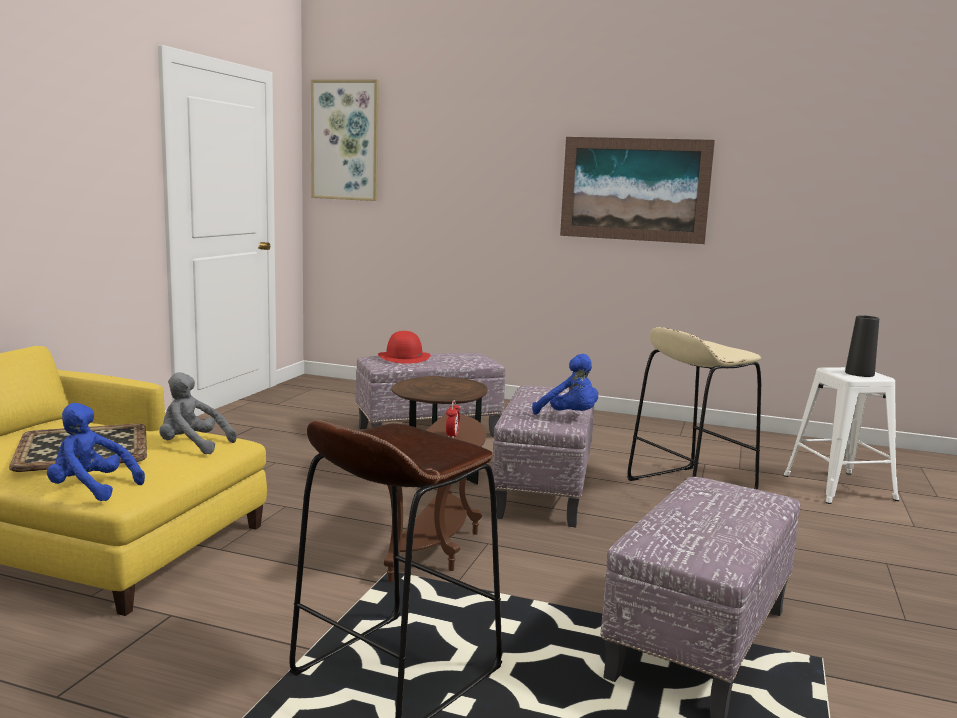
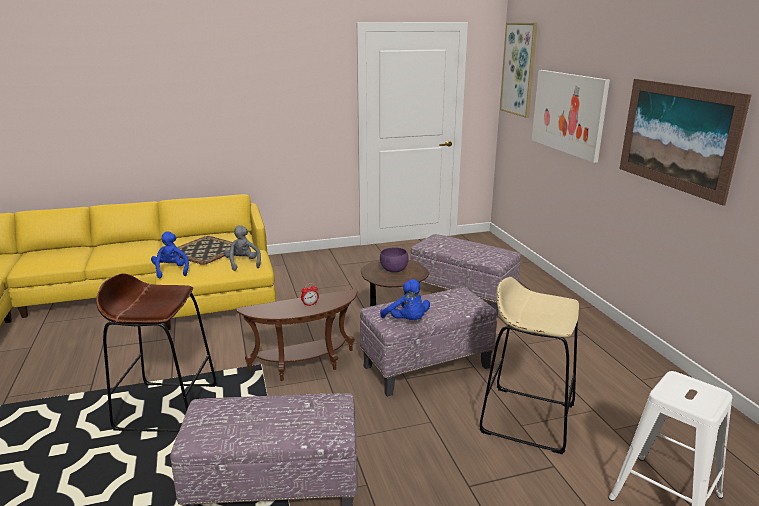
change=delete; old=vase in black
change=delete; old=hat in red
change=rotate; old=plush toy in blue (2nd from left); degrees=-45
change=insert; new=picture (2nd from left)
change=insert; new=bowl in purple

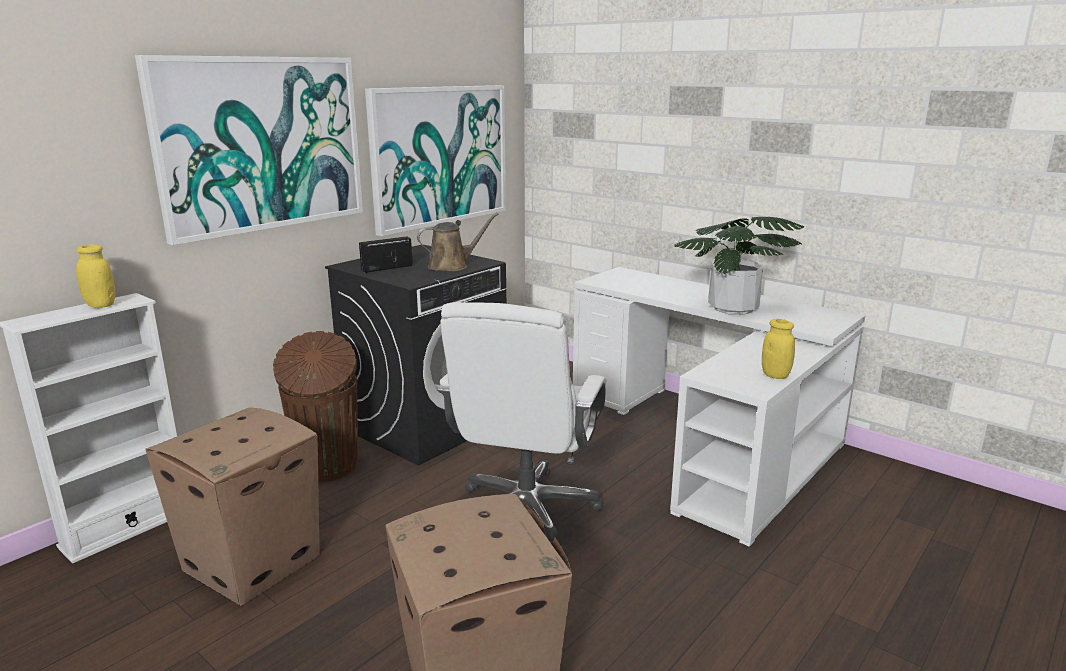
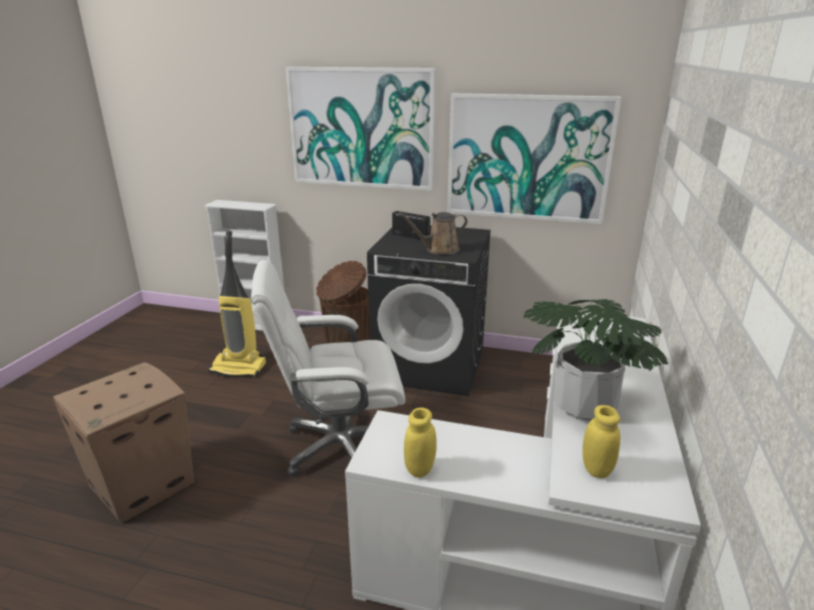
change=rotate; old=watering can in brown; degrees=120
change=move; old=jar in yellow (1st from left in the first image); new=jar in yellow (2nd from left)
change=replace; old=cardboard box (1st from left); new=vacuum cleaner

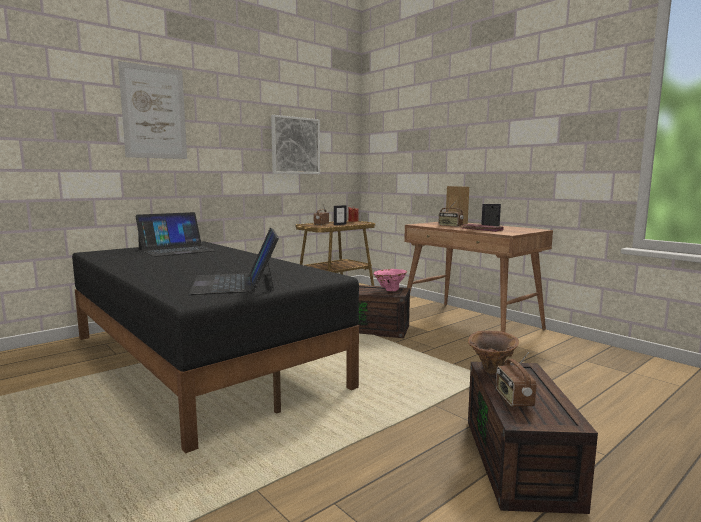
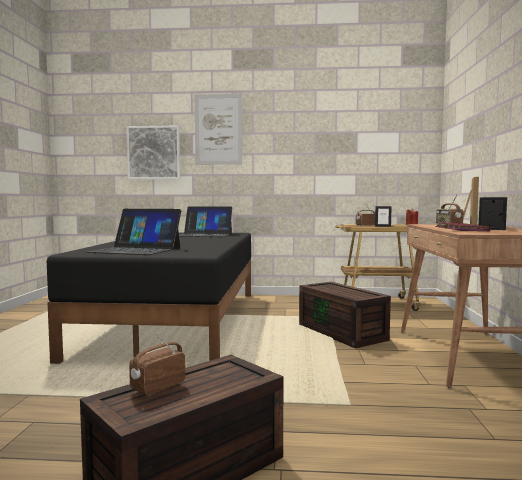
change=move; old=picture (2nd from left in the first image); new=picture (1st from left)
change=rotate; old=laptop (2nd from left in the first image); degrees=-105
change=delete; old=vase in pink
change=delete; old=vase in brown

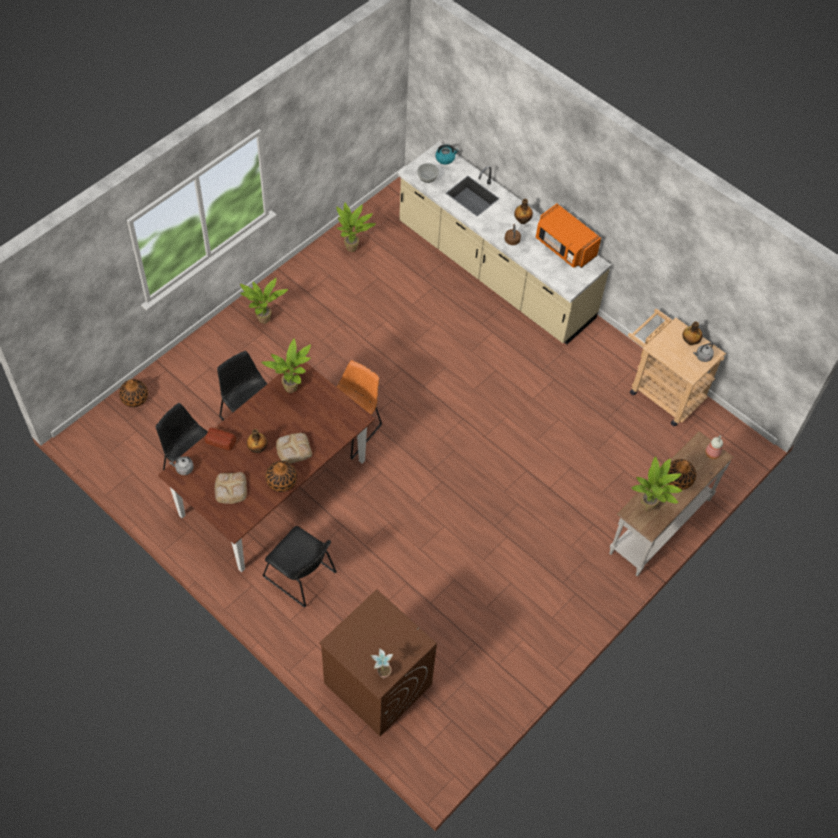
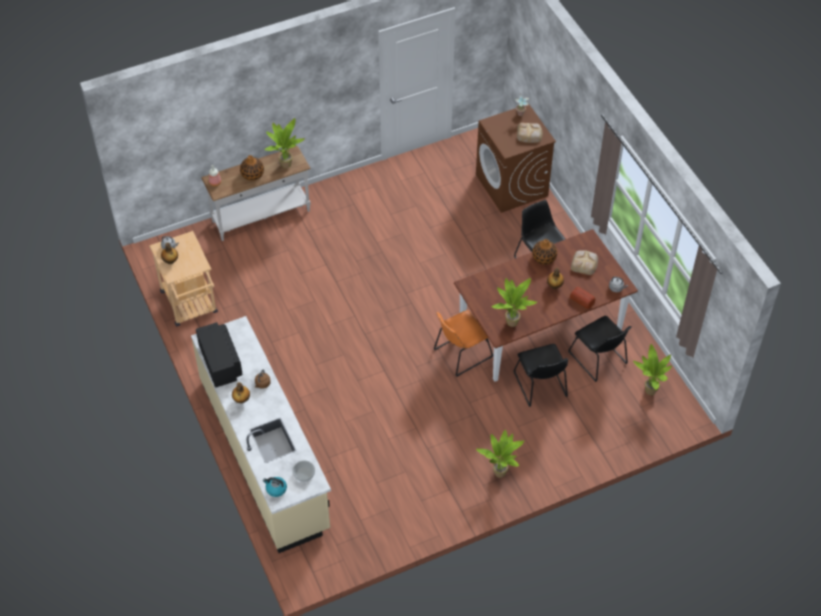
change=move; old=potted plant (3rd from left in the first image); new=potted plant (5th from left)
change=recolor; old=microwave in orange; new=microwave in black
change=delete; old=vase (1st from left)
change=move; old=bread (3rd from left in the first image); new=bread (1st from left)

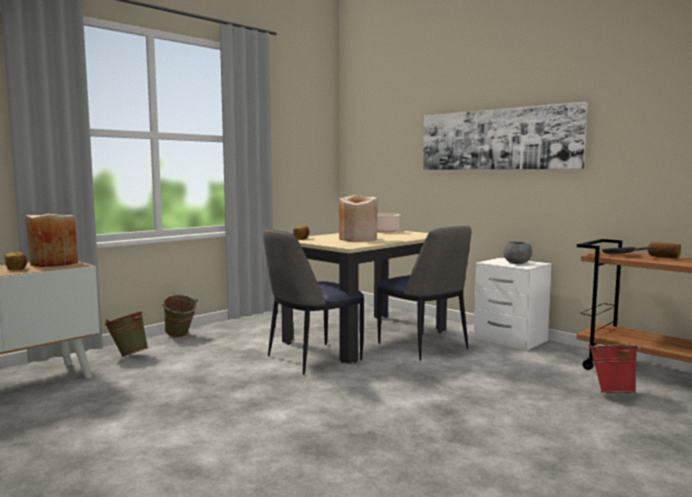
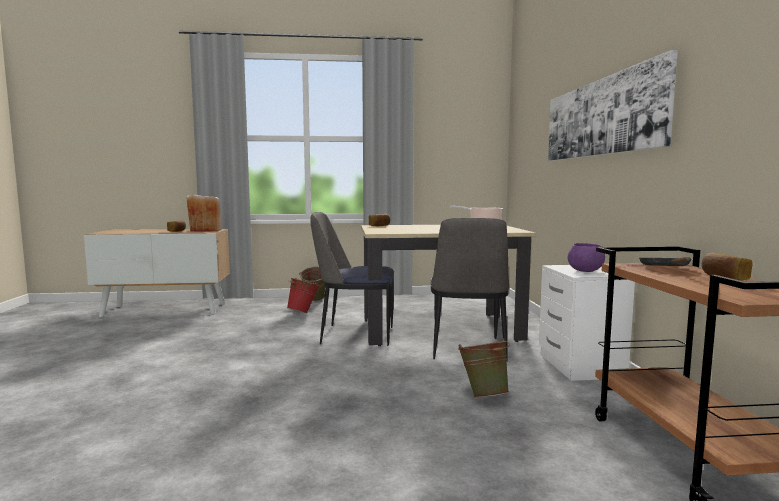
change=delete; old=vase in beige (2nd from left)
change=recolor; old=bowl in grey; new=bowl in purple
change=move; old=bucket in green (1st from left in the first image); new=bucket in green (2nd from left)
change=move; old=bucket in red

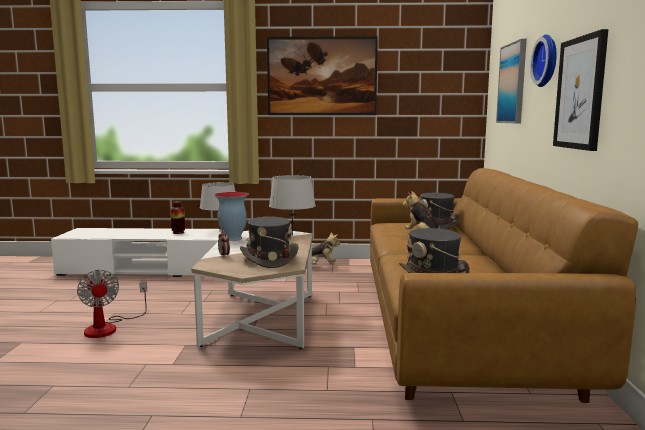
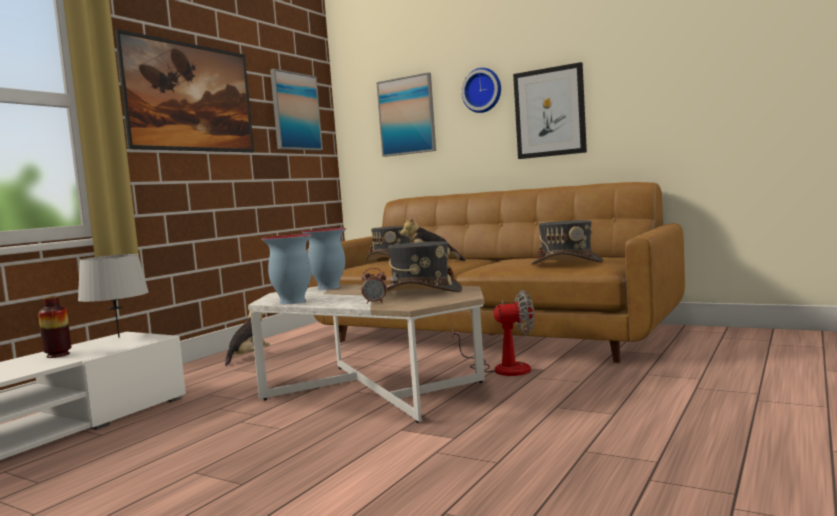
change=replace; old=table lamp in grey (2nd from left); new=vase (3rd from left)
change=move; old=fan
change=insert; new=picture (2nd from left)

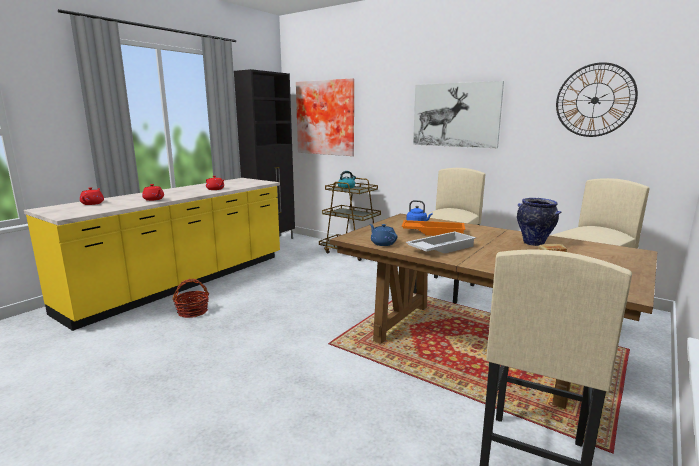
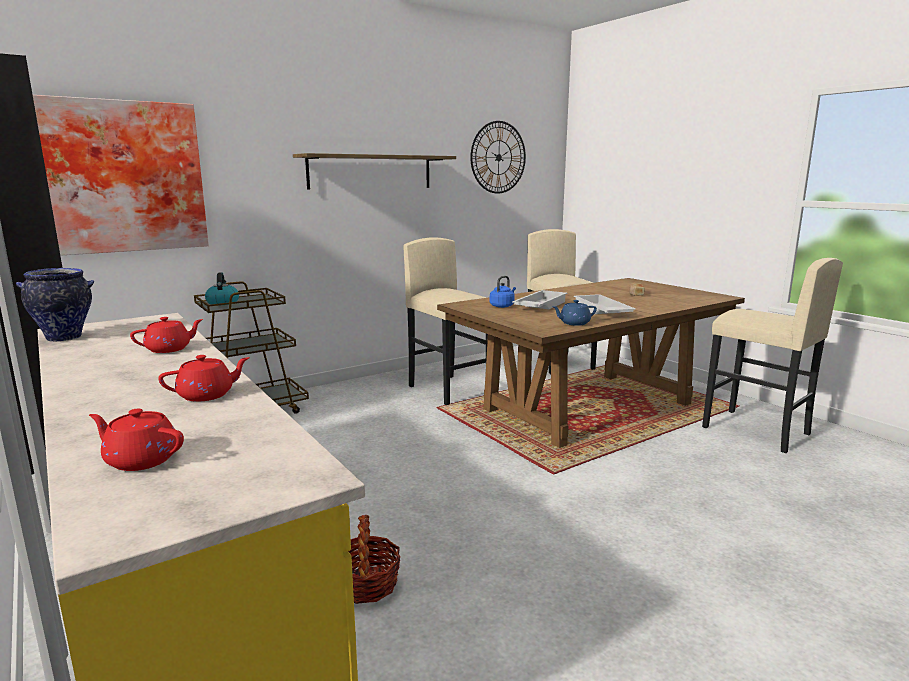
change=replace; old=picture (2nd from left); new=shelf
change=move; old=vase
change=recolor; old=tray in orange; new=tray in white (1st from left)

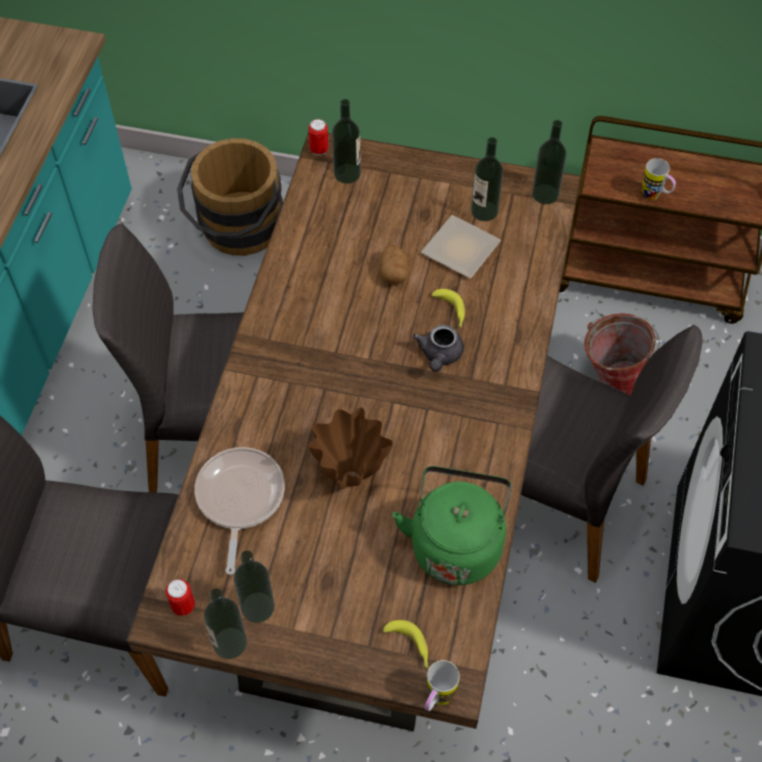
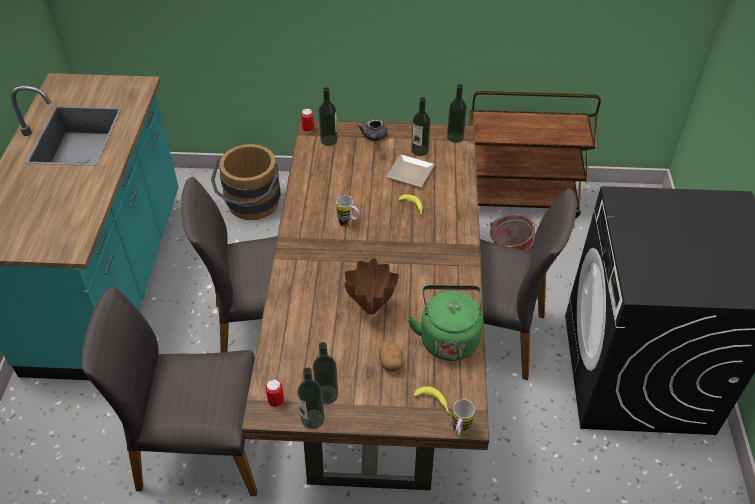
change=move; old=mug (2nd from left in the first image); new=mug (1st from left)
change=move; old=potato
change=move; old=teapot in grey
change=delete; old=frying pan

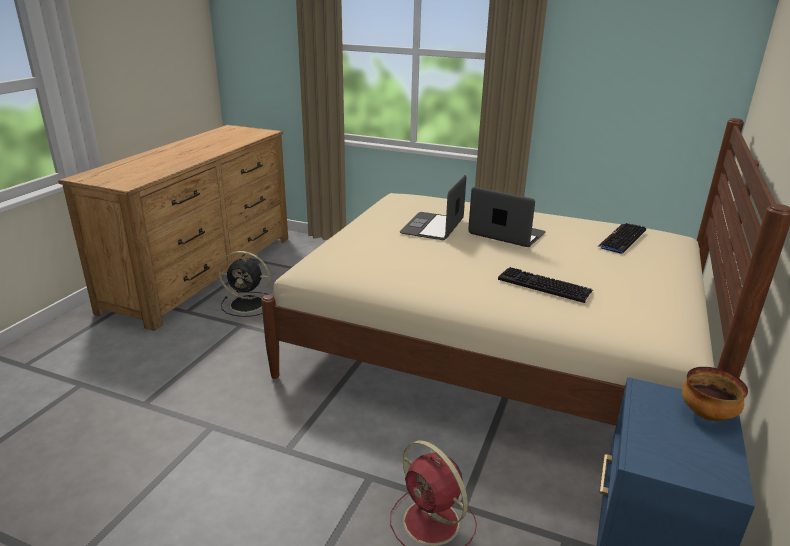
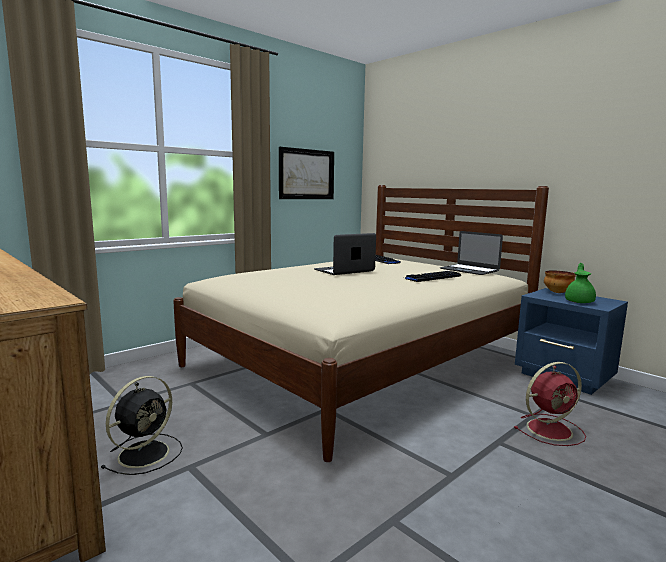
change=move; old=laptop (1st from left in the first image); new=laptop (2nd from left)
change=insert; new=picture
change=insert; new=teapot in green

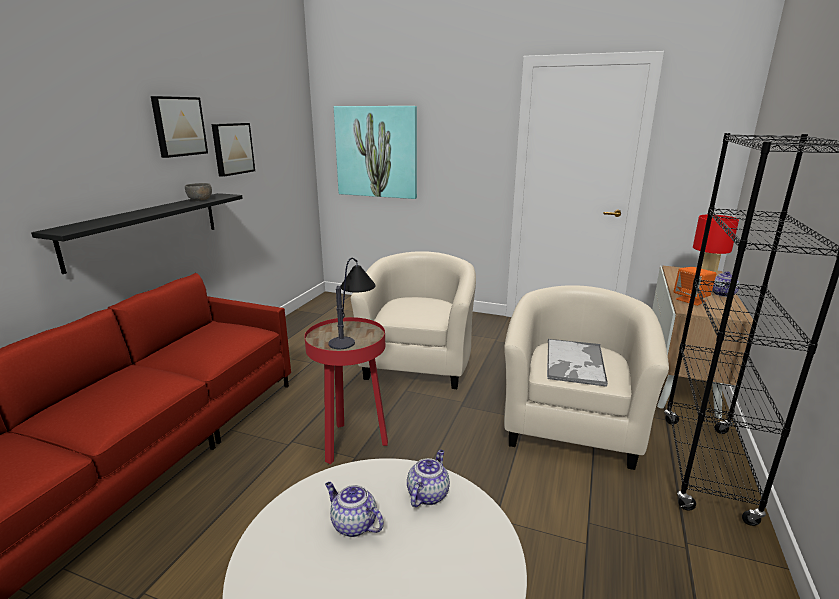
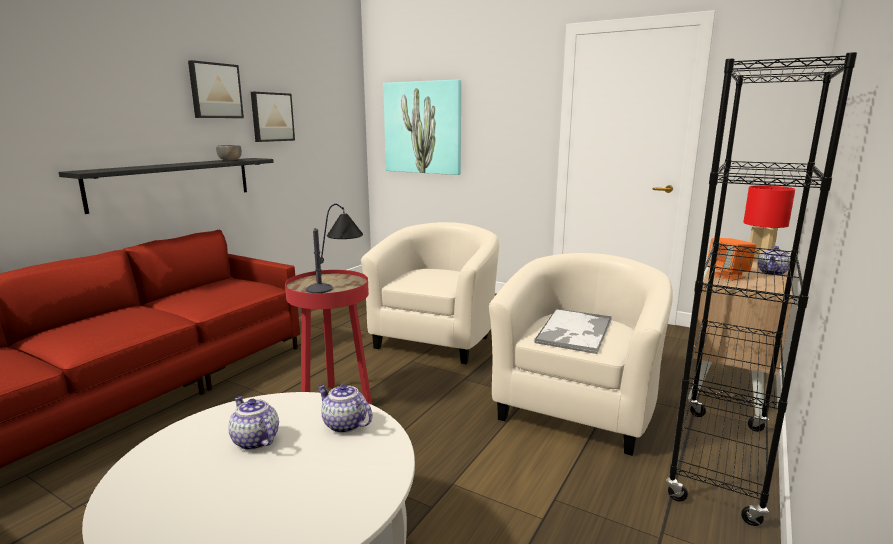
change=rotate; old=teapot (2nd from left); degrees=-90

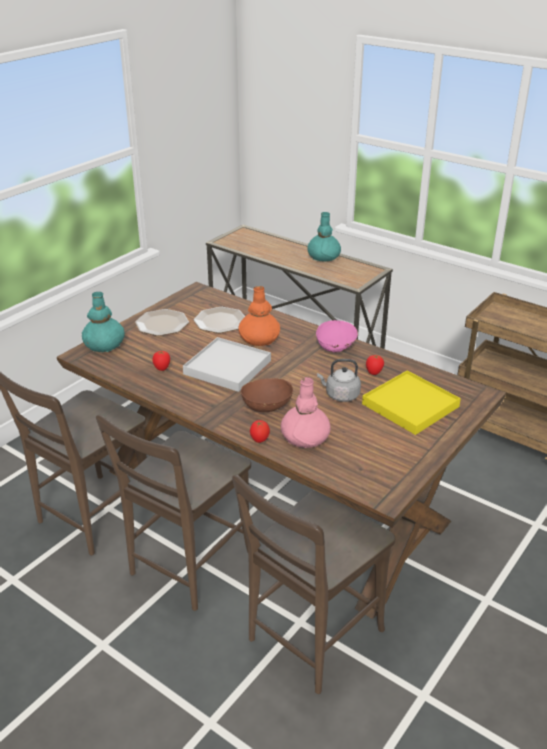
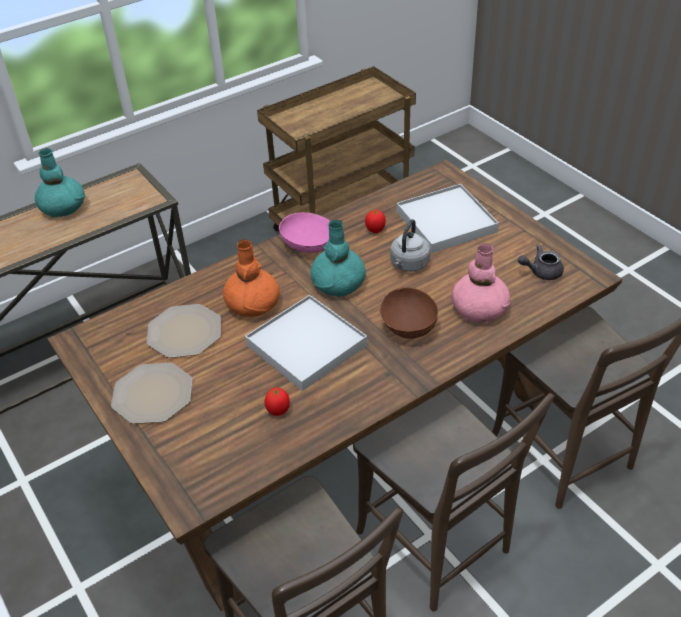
change=move; old=vase in turquoise (1st from left in the first image); new=vase in turquoise (2nd from left)
change=recolor; old=tray in yellow; new=tray in white (2nd from left)
change=delete; old=tomato (2nd from left)
change=insert; new=teapot in grey

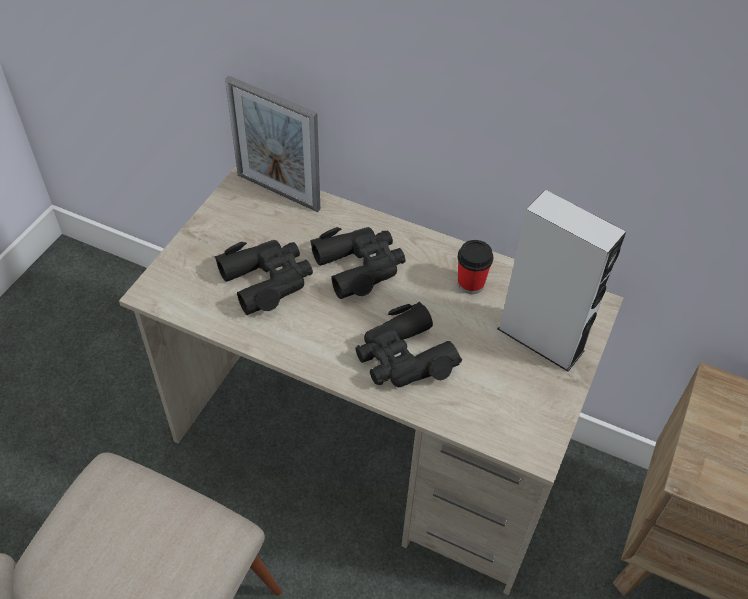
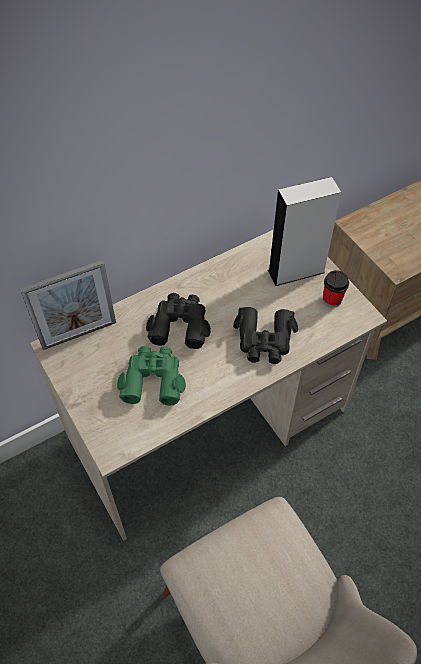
change=recolor; old=binoculars in black (1st from left); new=binoculars in green
change=move; old=cup

